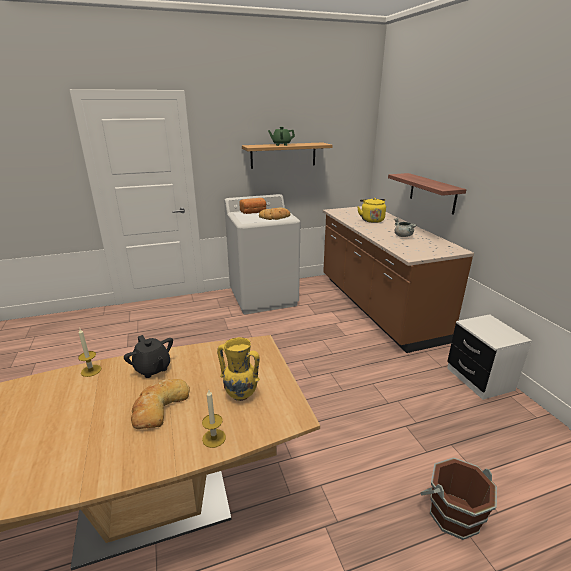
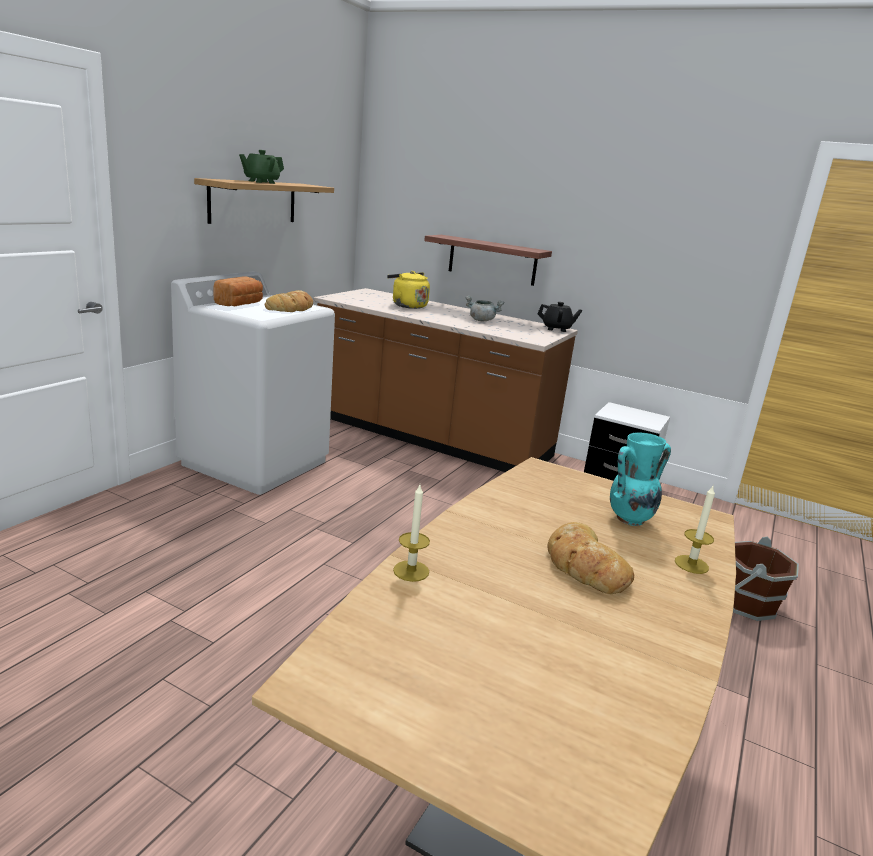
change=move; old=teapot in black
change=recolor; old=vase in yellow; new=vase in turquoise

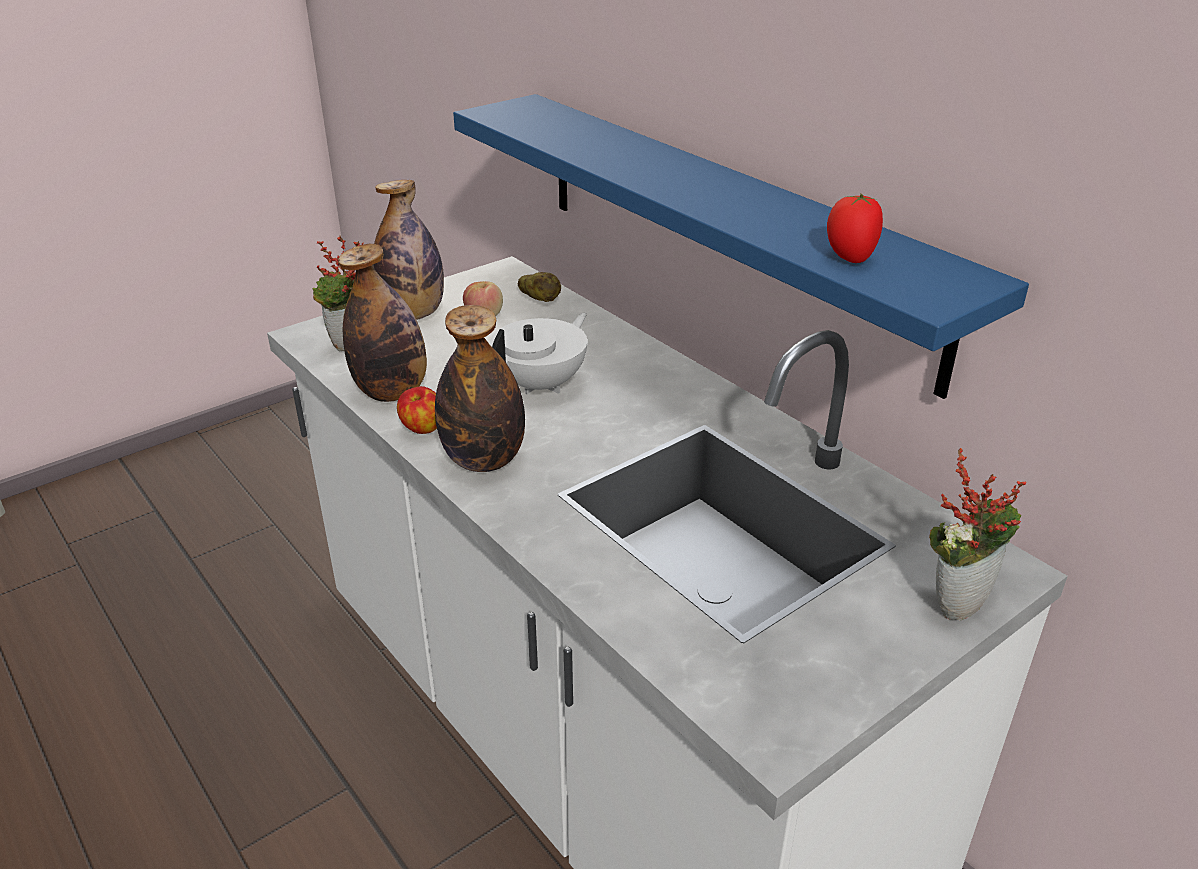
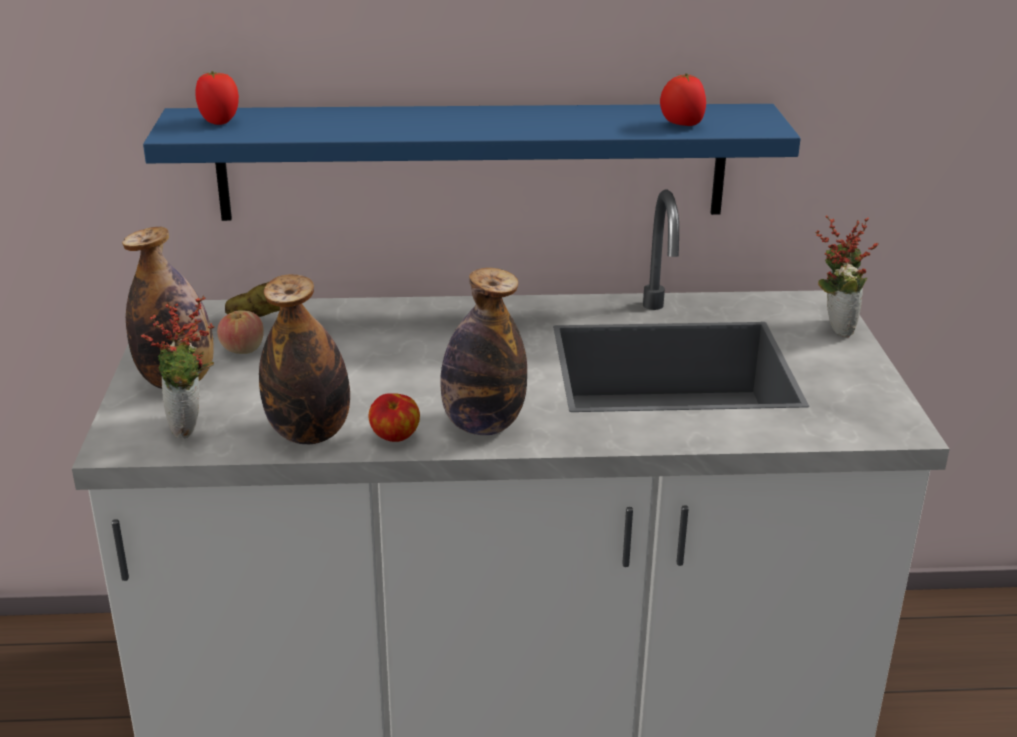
change=delete; old=teapot in white
change=insert; new=tomato (1st from left)

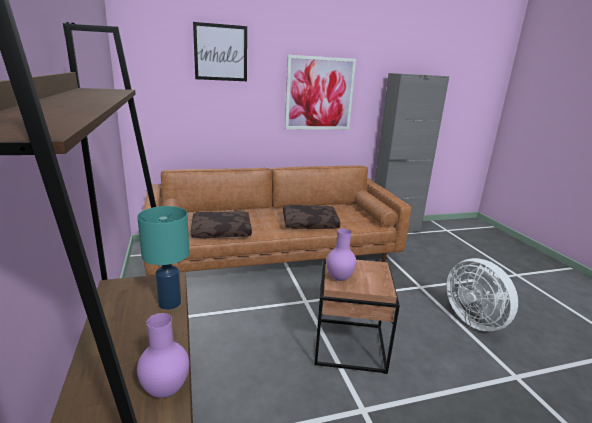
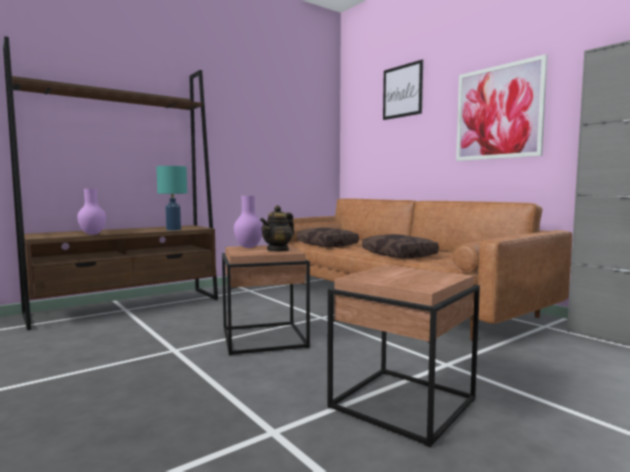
change=replace; old=fan in white; new=side table in brown (2nd from left)
change=insert; new=teapot

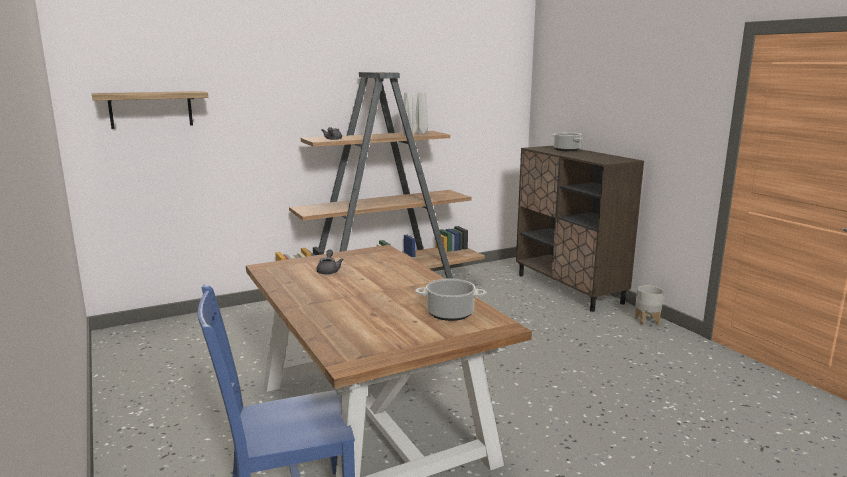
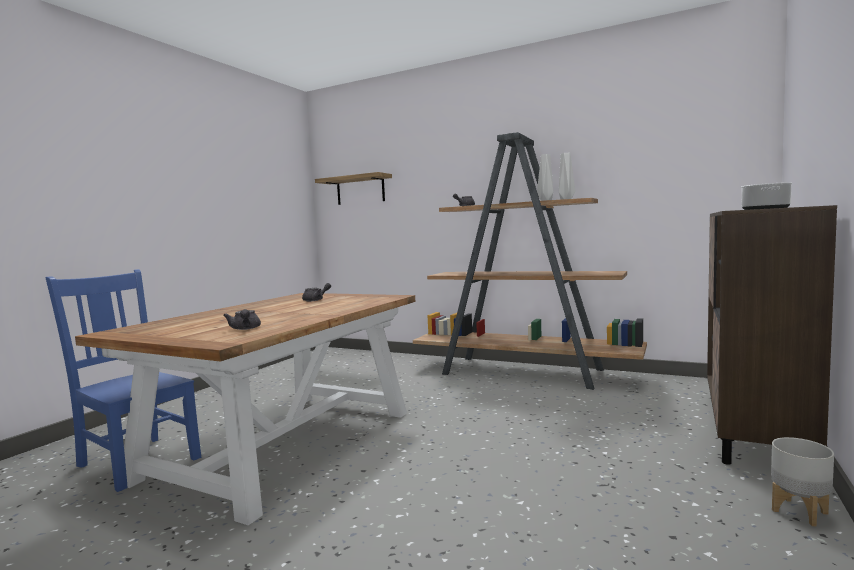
change=replace; old=cooking pot (1st from left); new=teapot in grey (1st from left)

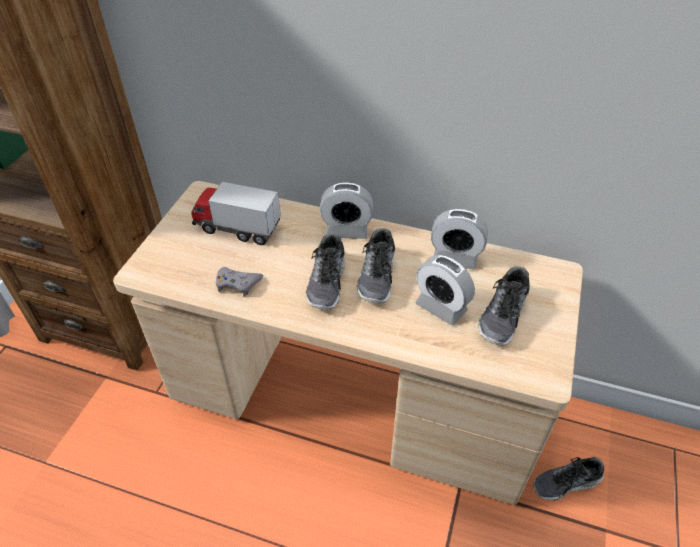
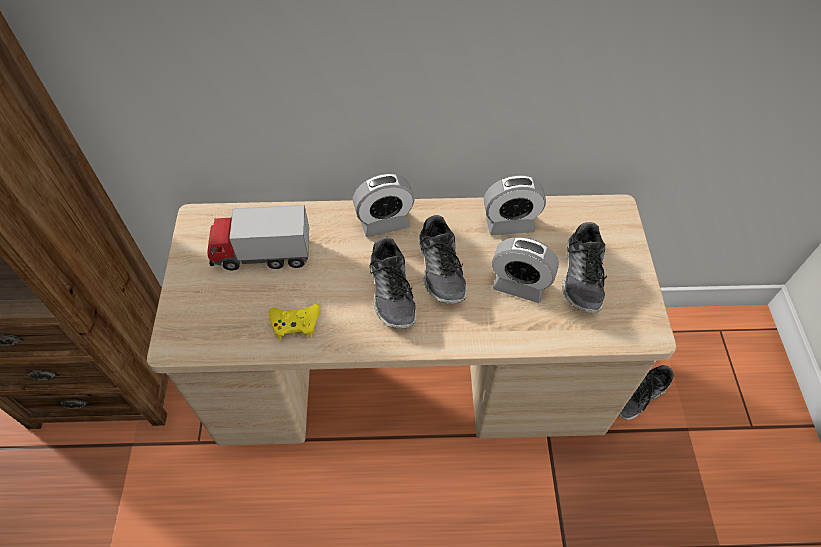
change=recolor; old=game controller in grey; new=game controller in yellow

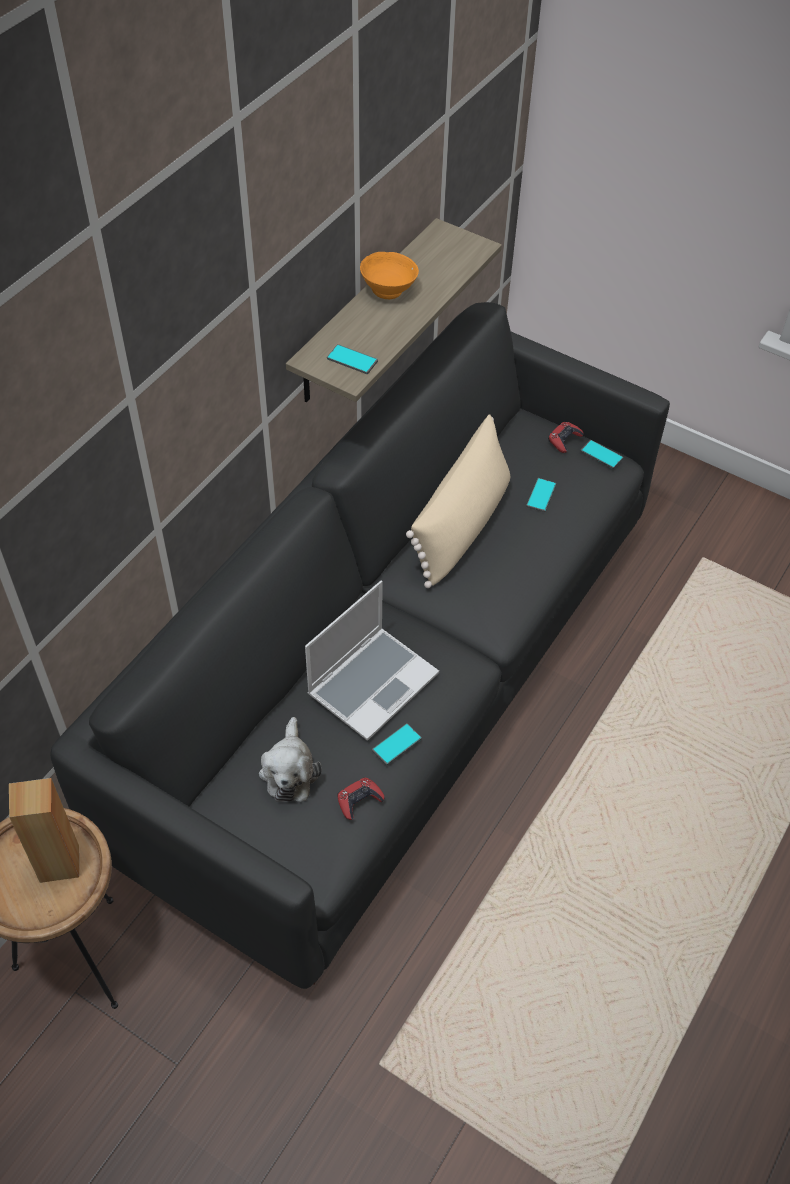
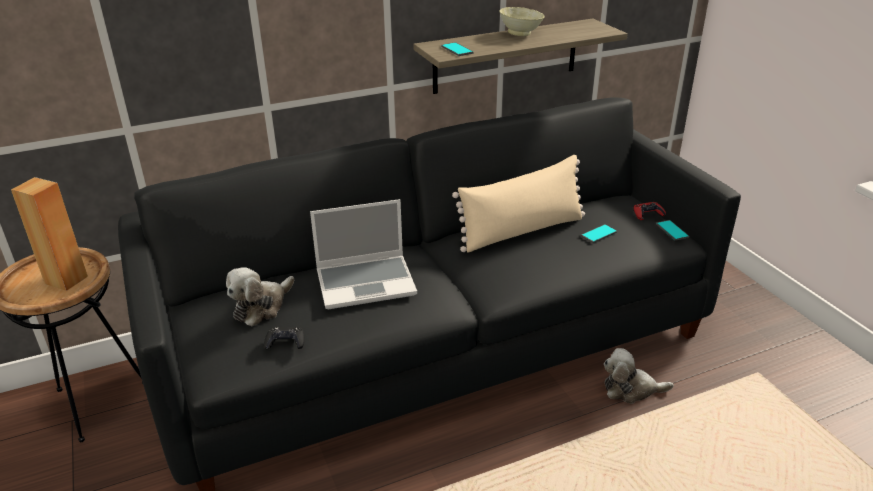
change=recolor; old=bowl in orange; new=bowl in beige
change=delete; old=phone (2nd from left)
change=recolor; old=game controller in red (1st from left); new=game controller in black
change=insert; new=plush toy (2nd from left)

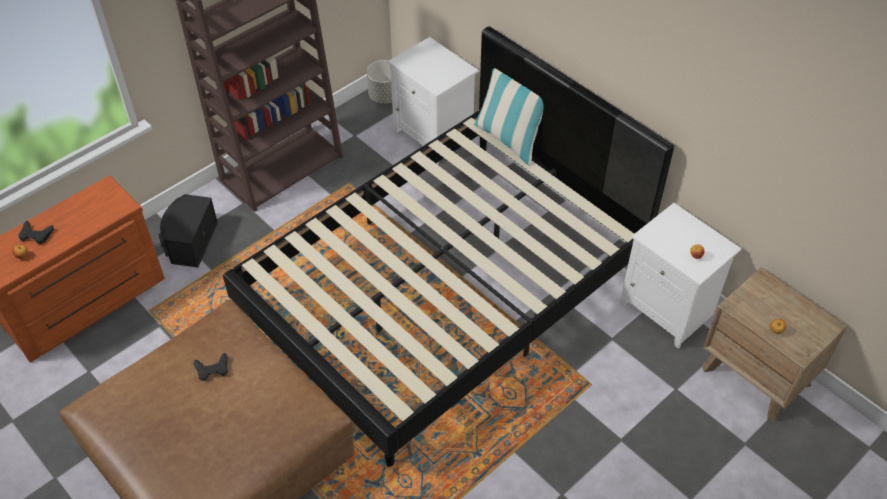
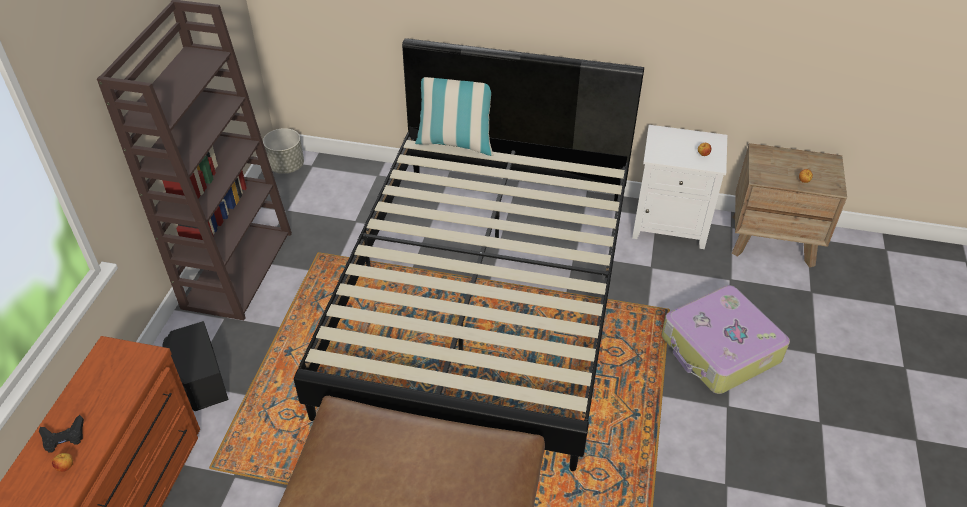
change=delete; old=nightstand in white (1st from left)
change=delete; old=game controller in black (2nd from left)
change=insert; new=suitcase

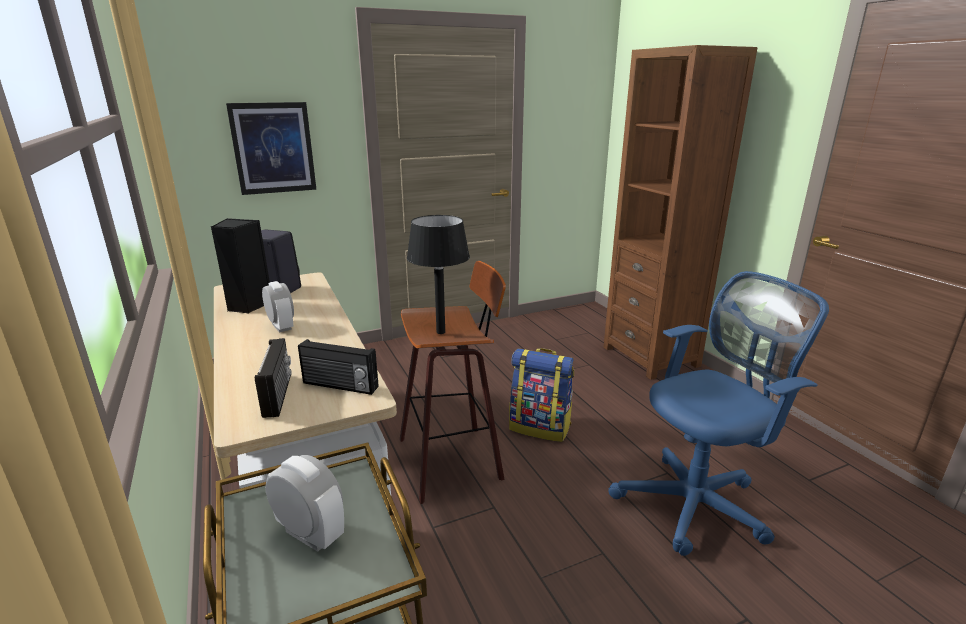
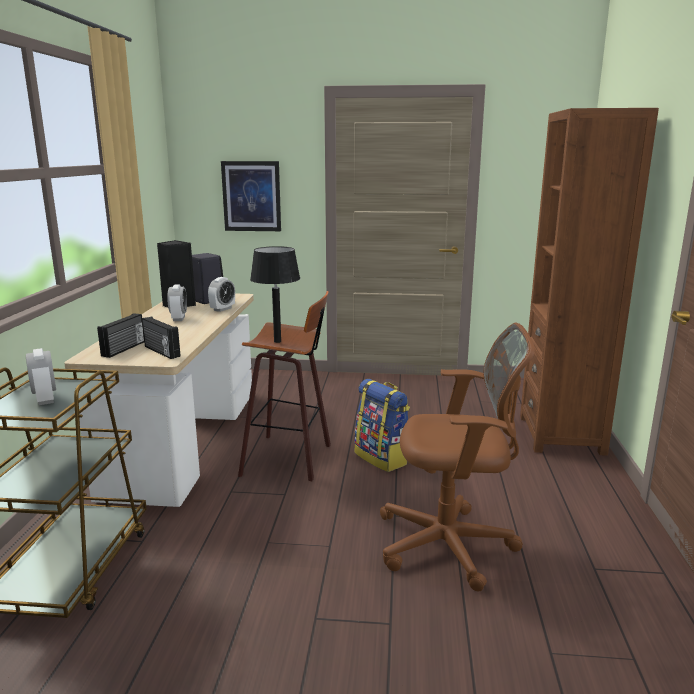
change=recolor; old=office chair in blue; new=office chair in brown
change=insert; new=alarm clock (3rd from left)

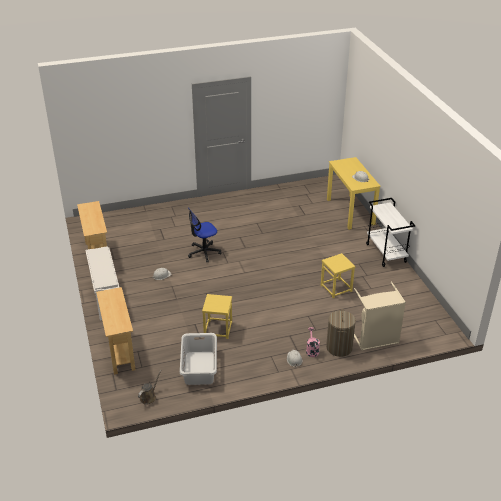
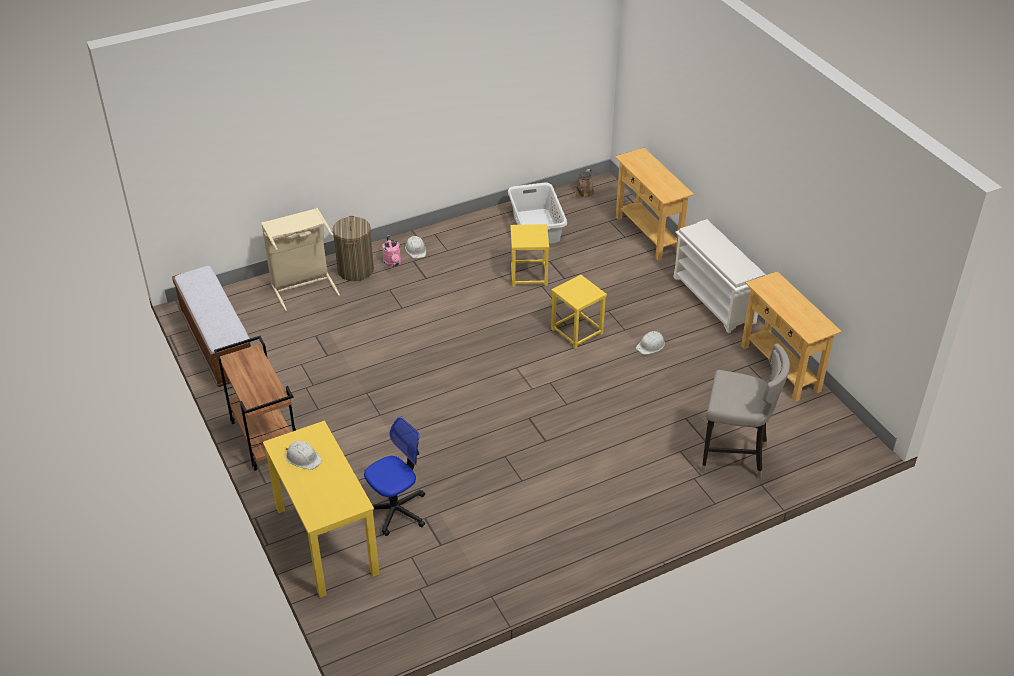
change=recolor; old=cart in white; new=cart in brown
change=move; old=office chair
change=move; old=stool in yellow (2nd from left)
change=insert; new=bench
change=insert; new=stool in grey

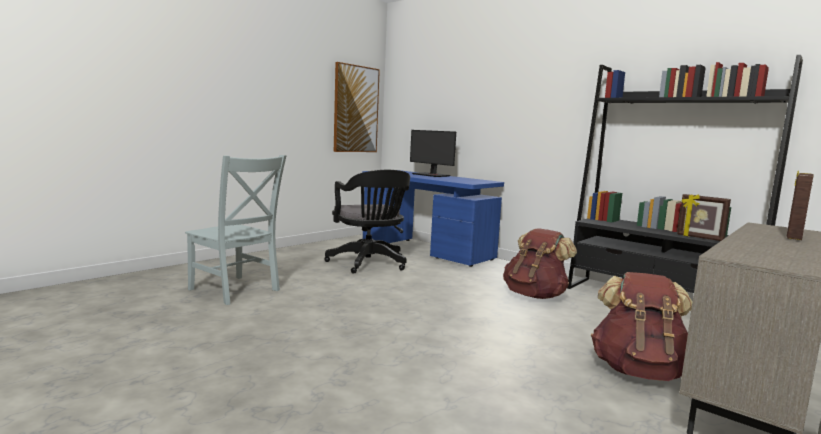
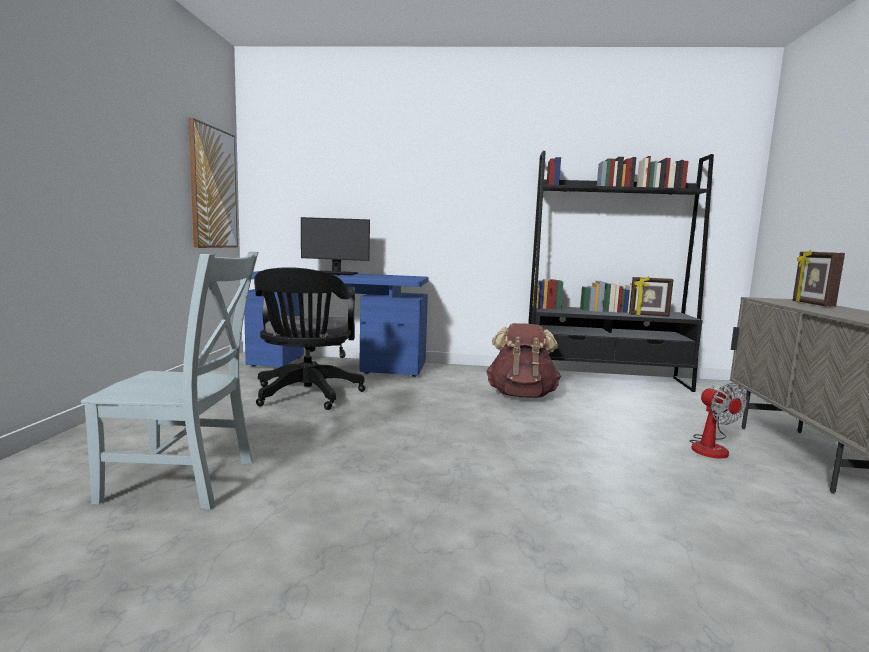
change=rotate; old=office chair in black; degrees=60
change=replace; old=backpack in brown (2nd from left); new=fan

